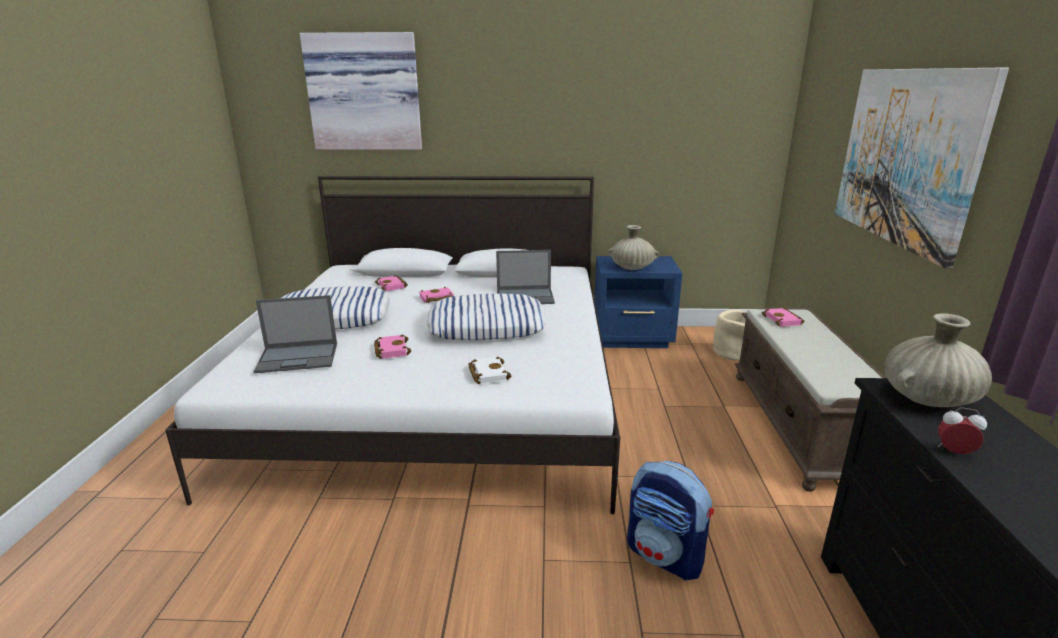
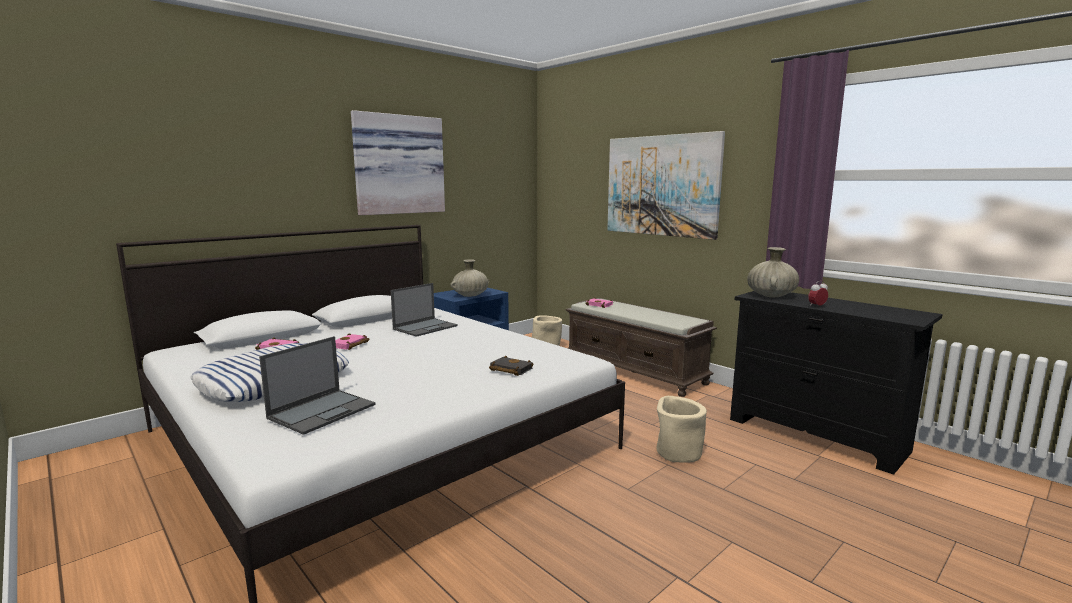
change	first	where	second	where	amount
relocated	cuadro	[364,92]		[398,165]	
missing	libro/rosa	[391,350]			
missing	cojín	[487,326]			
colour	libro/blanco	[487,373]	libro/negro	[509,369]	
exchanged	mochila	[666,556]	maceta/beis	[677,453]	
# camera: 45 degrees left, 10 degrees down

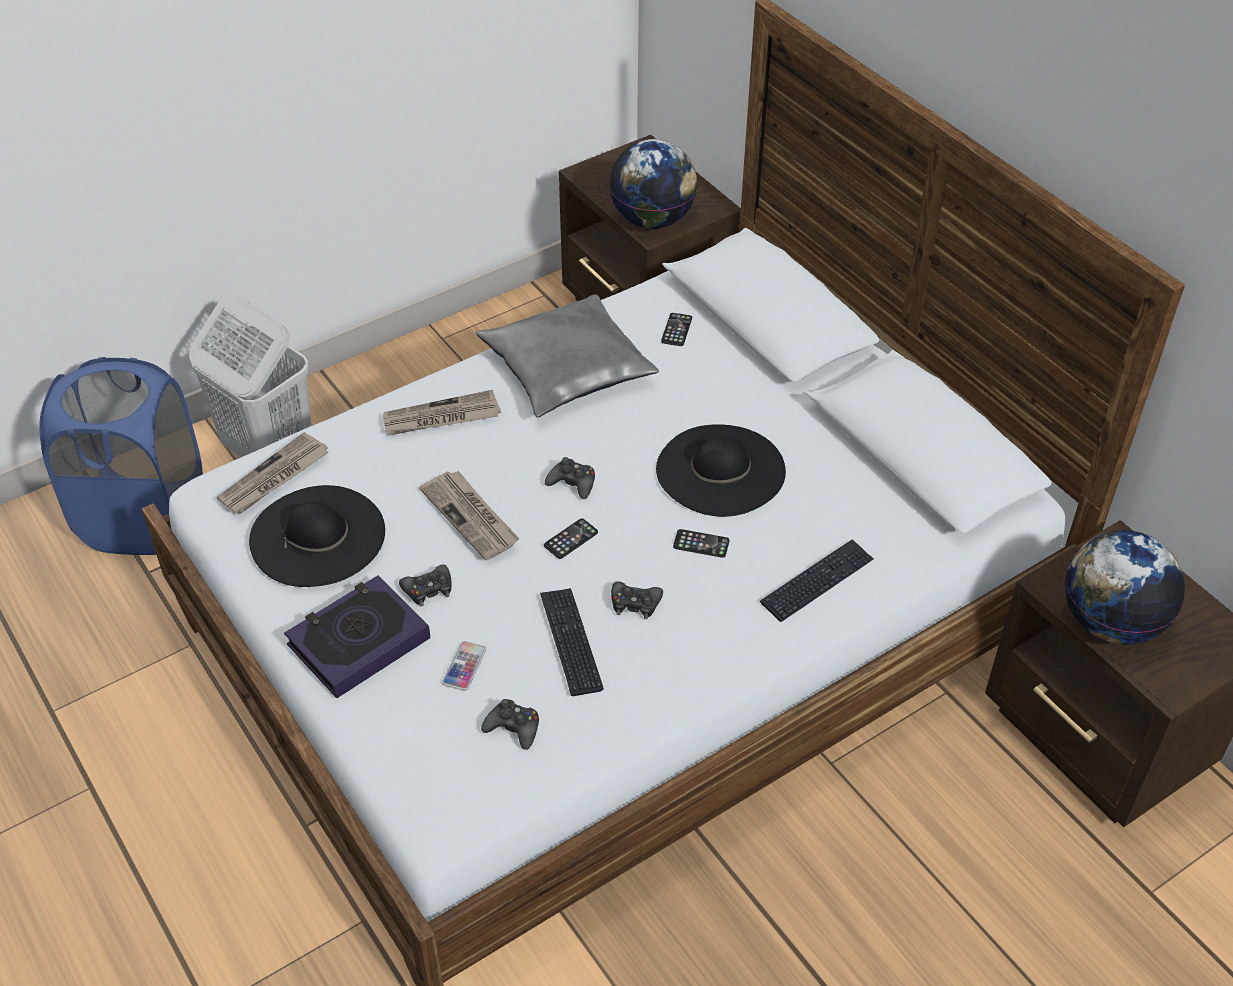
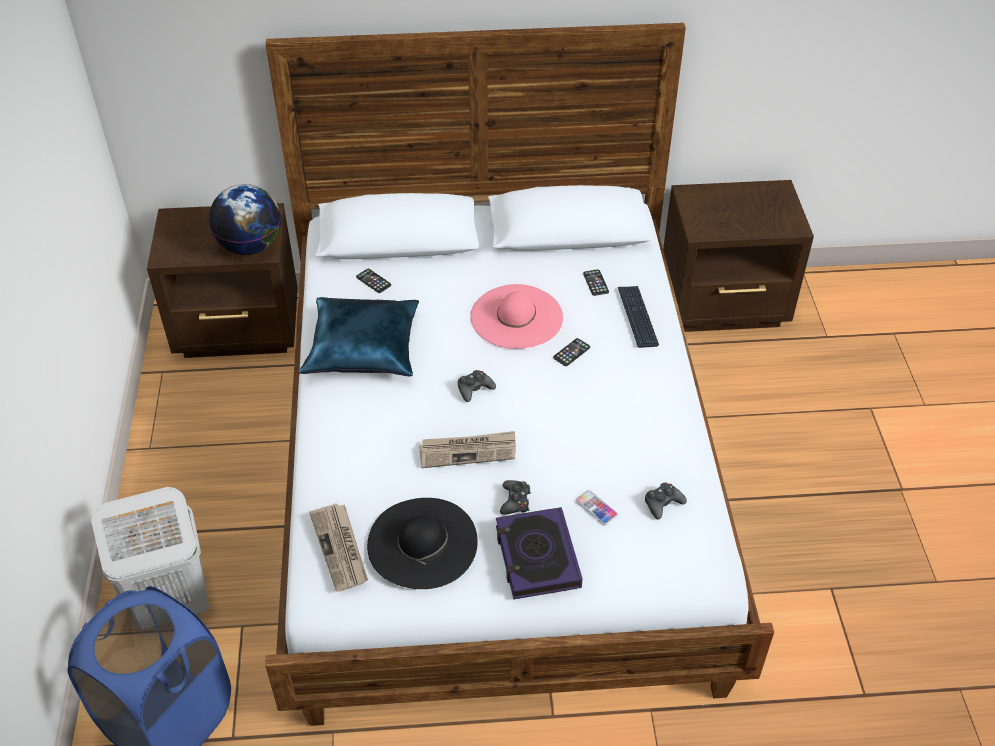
change	first	where	second	where	amount
missing	periódico	[441,418]			
colour	cojín/gris	[568,369]	cojín/azul	[364,348]	
missing	teclado	[570,642]			
relocated	móvil	[571,539]		[595,283]	
missing	mando de consola/negro	[635,603]			
colour	sombrero/negro	[720,470]	sombrero/rosa	[516,317]	
missing	globo terráqueo	[1110,622]			
# camera: 60 degrees left, 0 degrees up

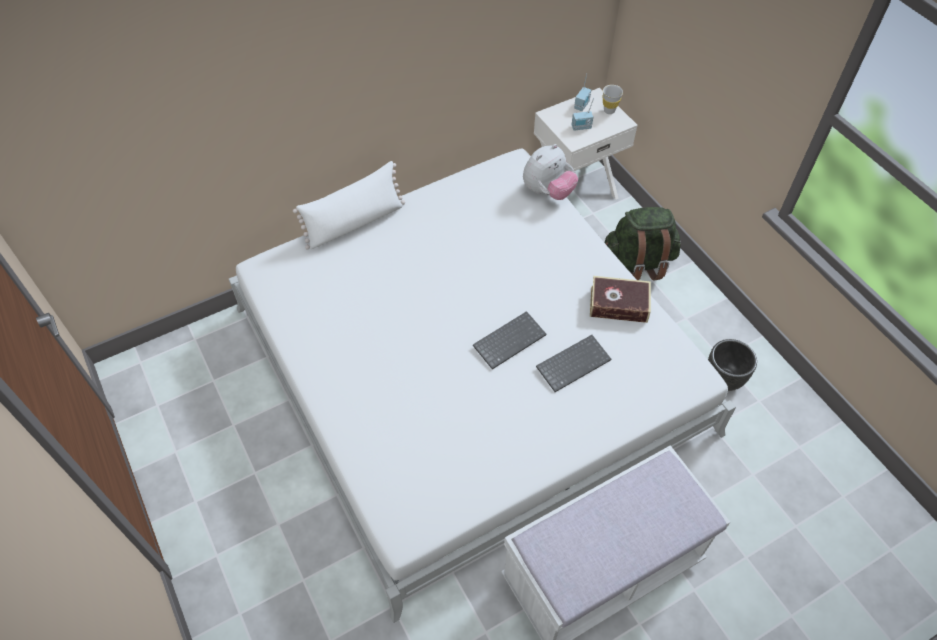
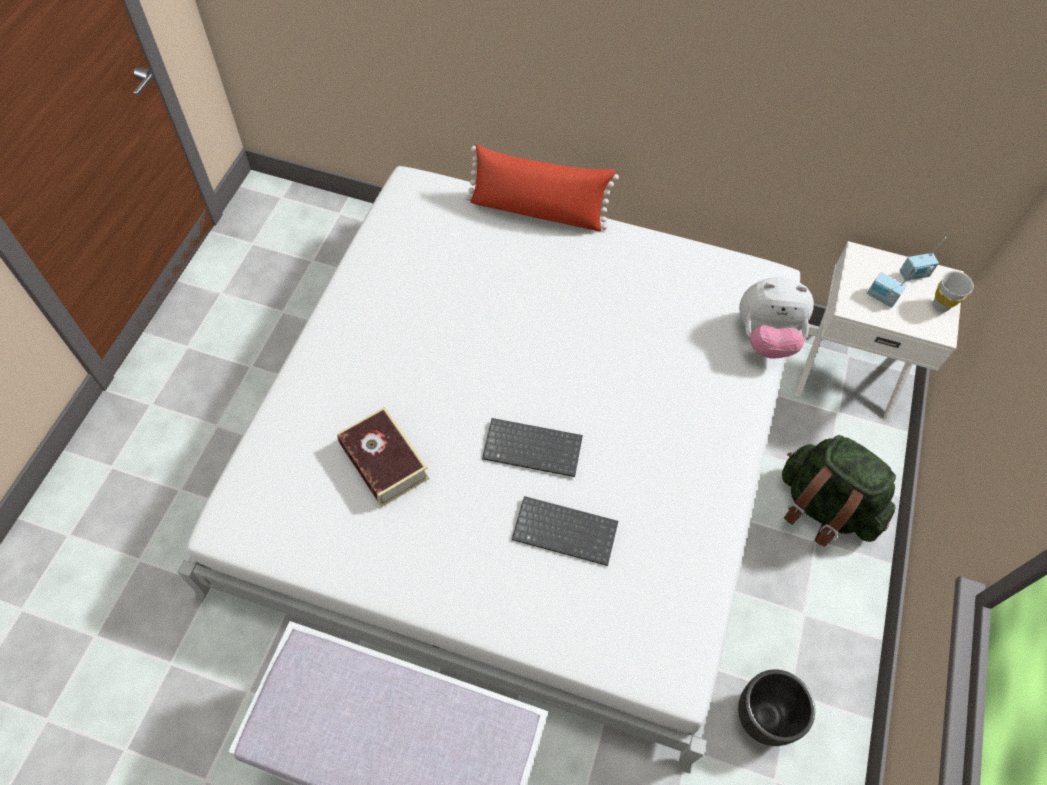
change	first	where	second	where	amount
colour	cojín/blanco	[355,223]	cojín/rojo	[537,211]	
relocated	libro	[618,304]		[384,462]	
# camera: 45 degrees right, 5 degrees up

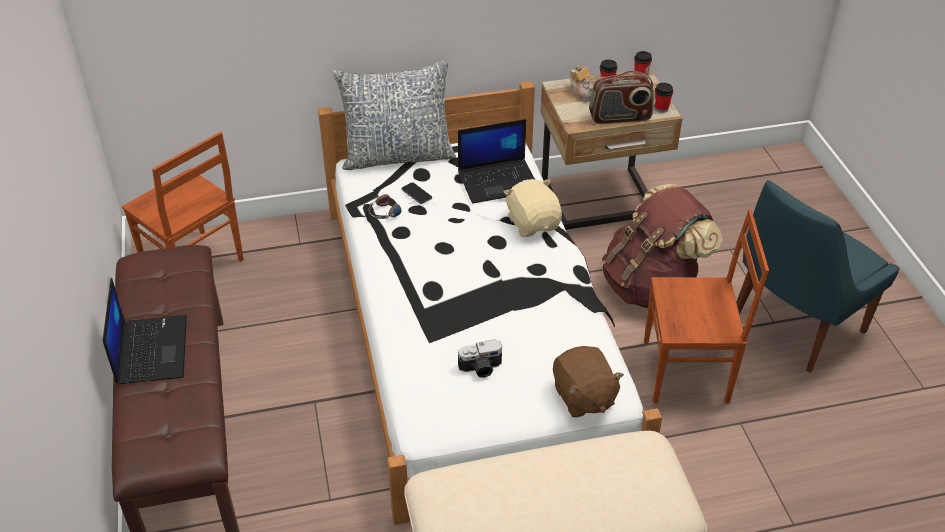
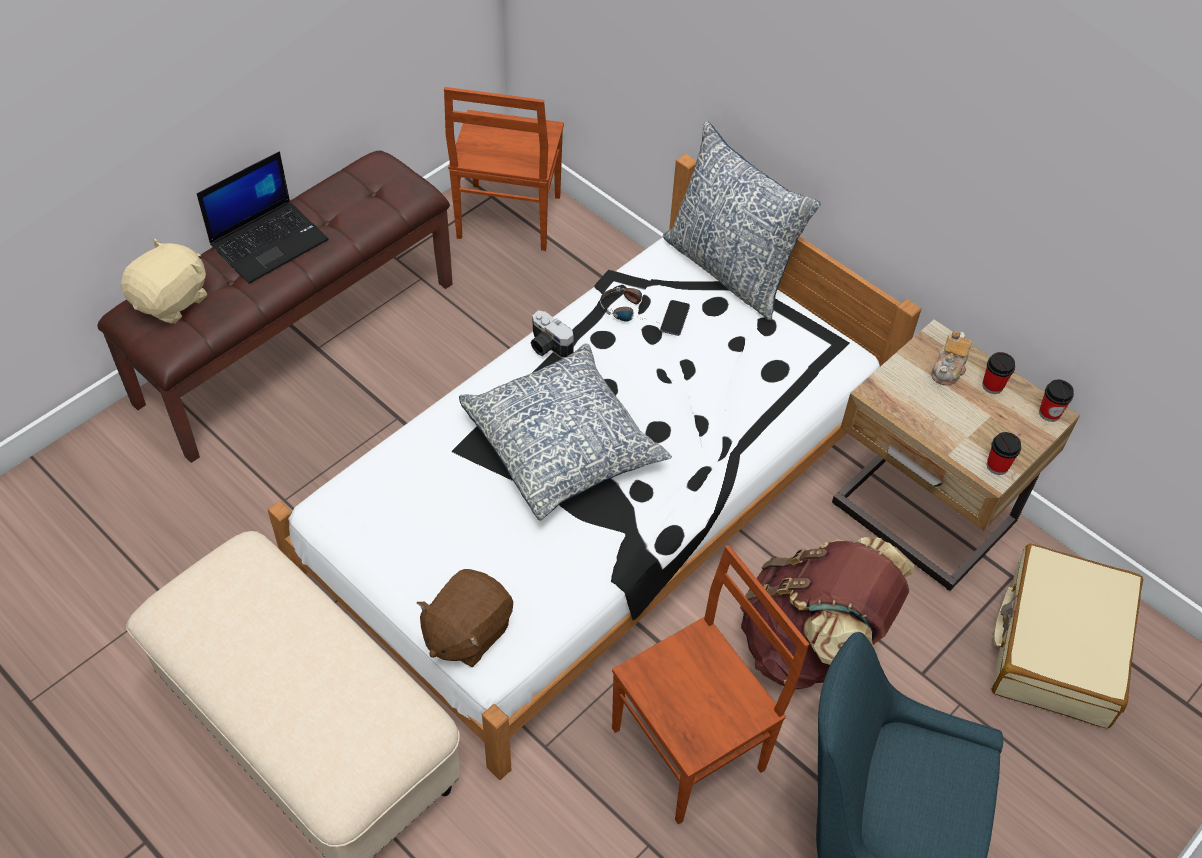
change	first	where	second	where	amount
missing	portátil	[499,181]			
relocated	cámara	[481,368]		[547,346]	
relocated	peluche/beis	[533,223]		[172,301]	
missing	radio	[620,117]			
spun	silla/marrón	[687,372]		[691,749]	90 degrees counterclockwise
appeared			cojín	[563,445]	
appeared			maleta/beis	[1058,647]	
# camera: 55 degrees right, 10 degrees up

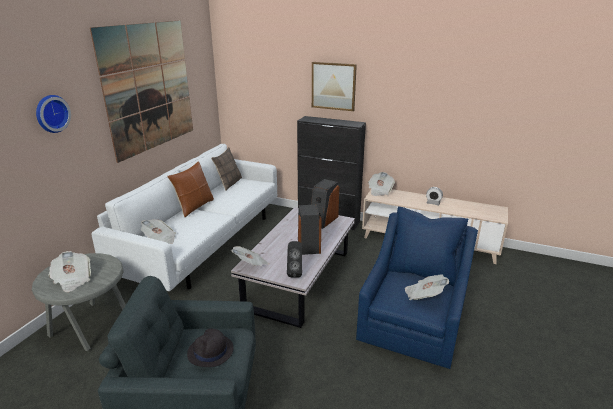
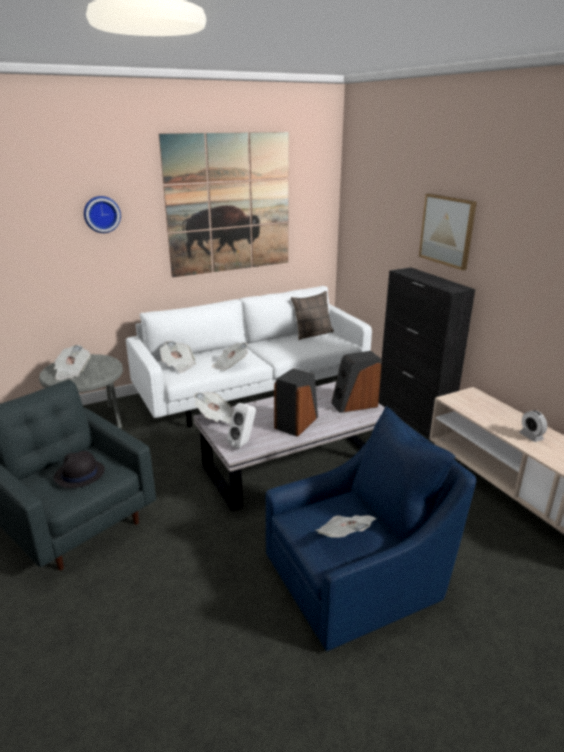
change	first	where	second	where	amount
missing	cojín/marrón	[194,207]			
colour	altavoz/negro	[295,272]	altavoz/blanco	[243,443]	
relocated	periódico	[379,191]		[230,365]	
# camera: 40 degrees right, 0 degrees up

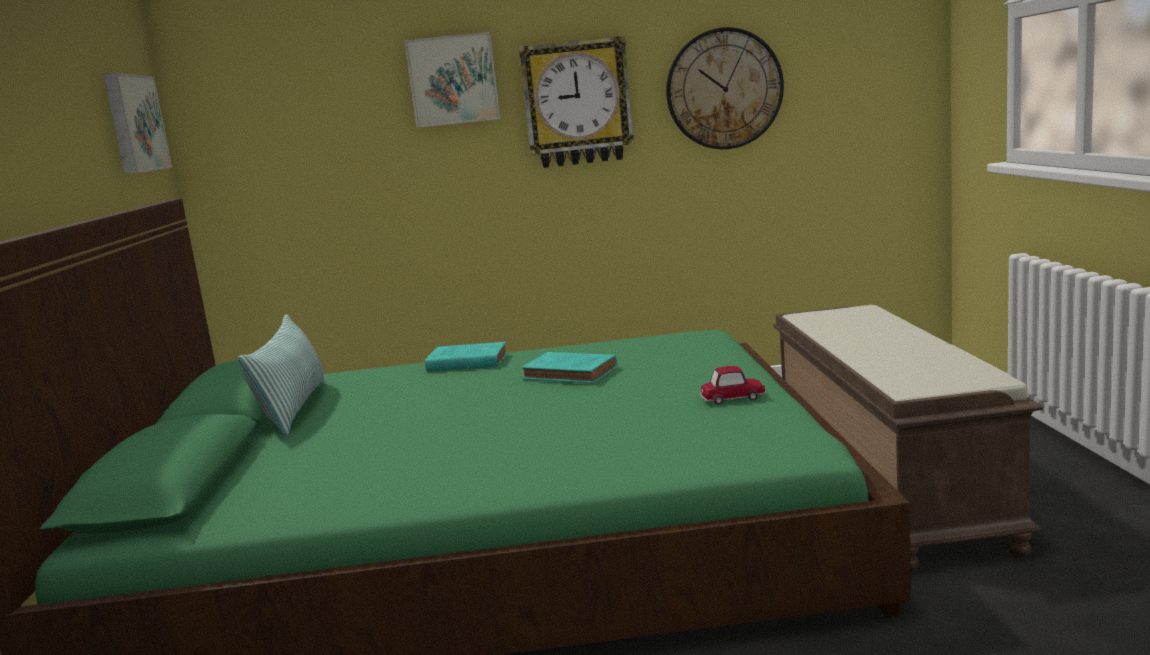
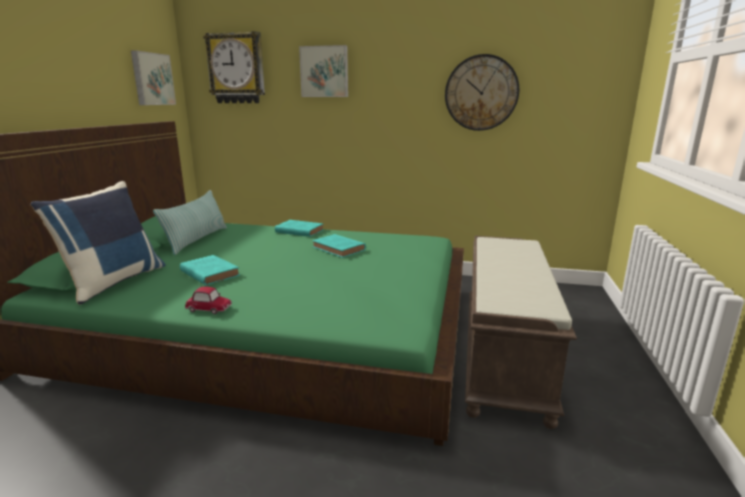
change	first	where	second	where	amount
relocated	reloj de pared	[577,103]		[236,69]	
relocated	coche de juguete	[732,398]		[209,308]	
appeared			cojín/azul	[113,281]	
appeared			libro/turquesa	[209,273]	
# camera: 15 degrees right, 5 degrees up

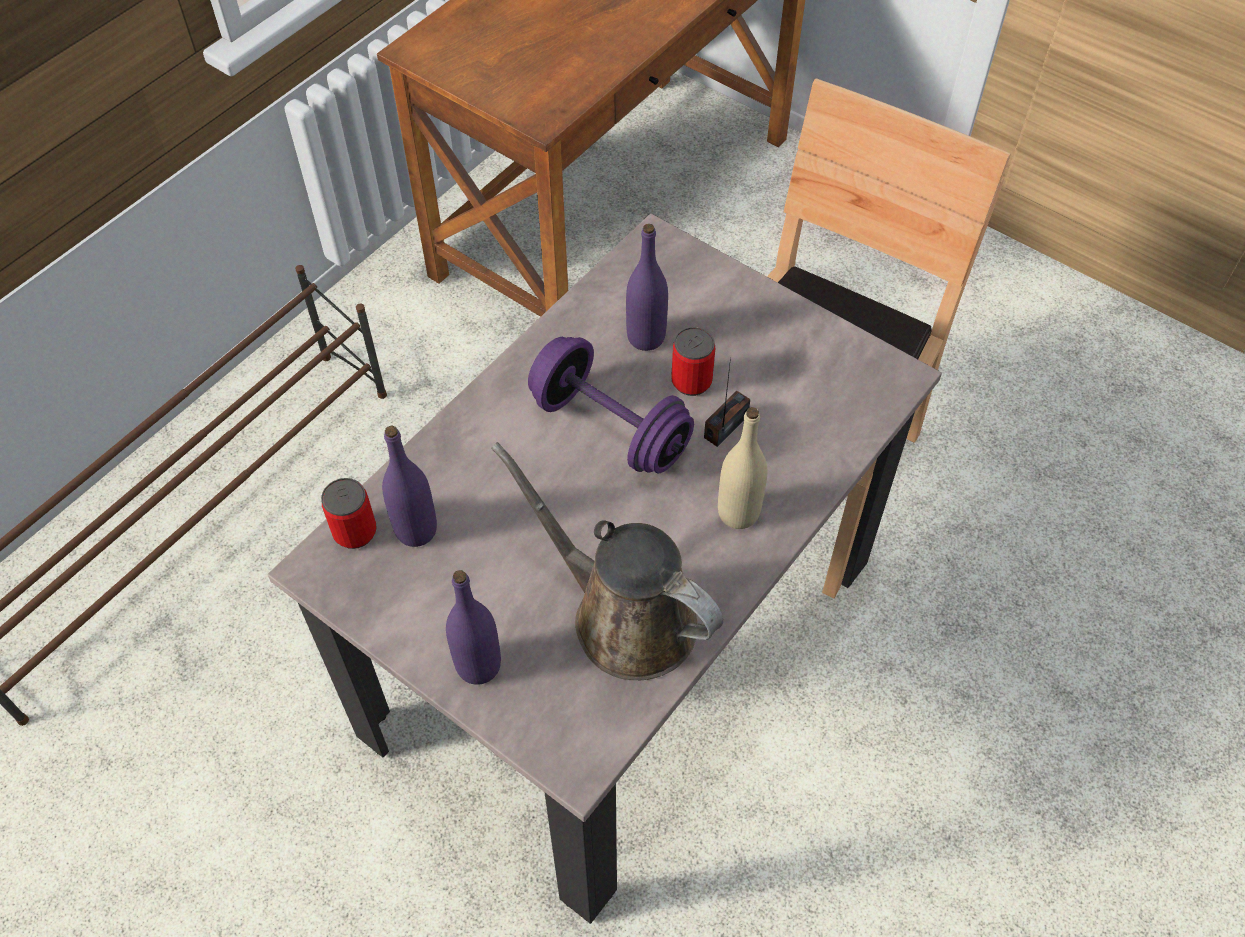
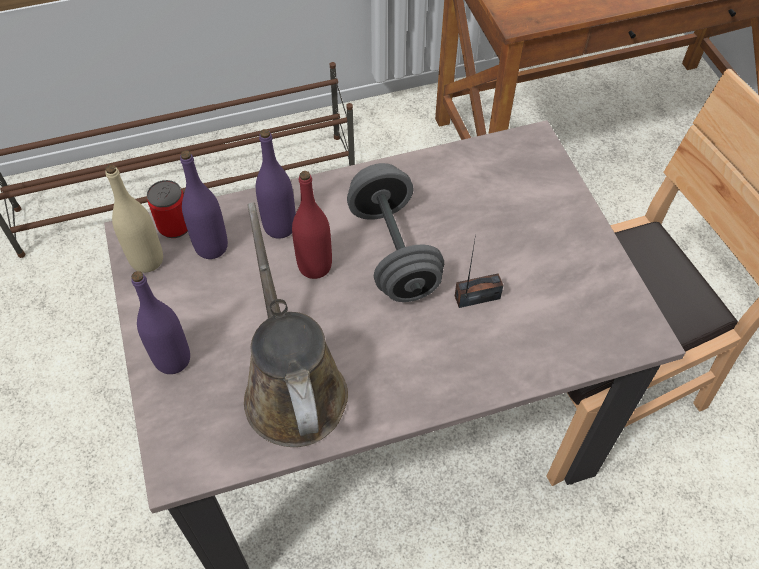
change	first	where	second	where	amount
colour	mancuerna/morado	[610,428]	mancuerna/gris	[393,252]	
relocated	botella/morado	[646,337]		[280,227]	
missing	lata	[691,381]			
relocated	botella/beis	[738,513]		[147,260]	
appeared			botella/rojo	[315,266]	
# camera: 35 degrees right, 0 degrees up

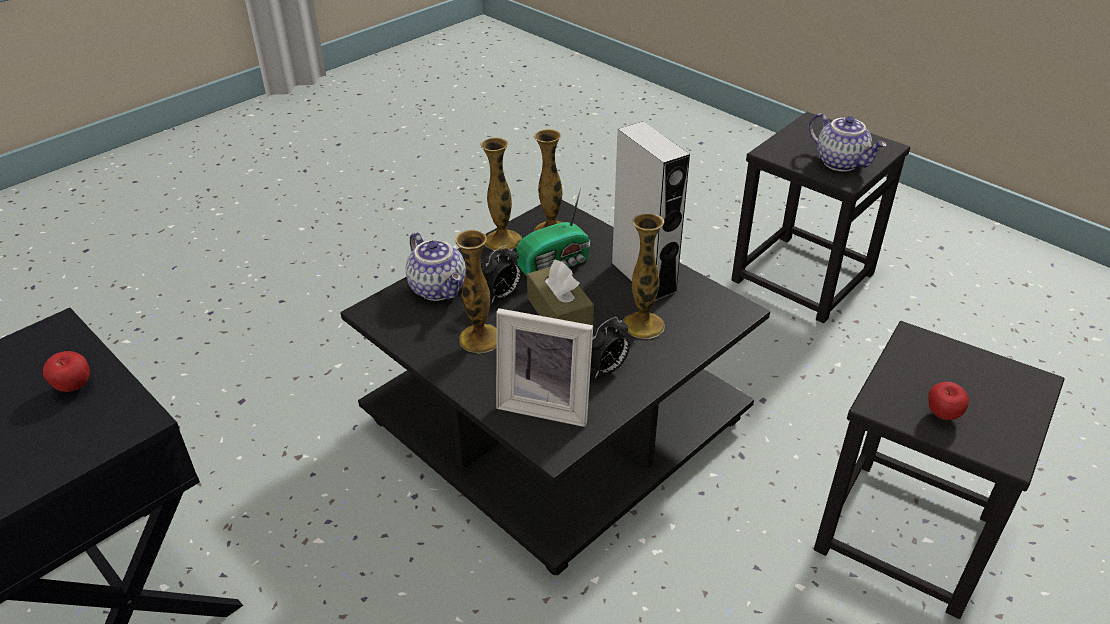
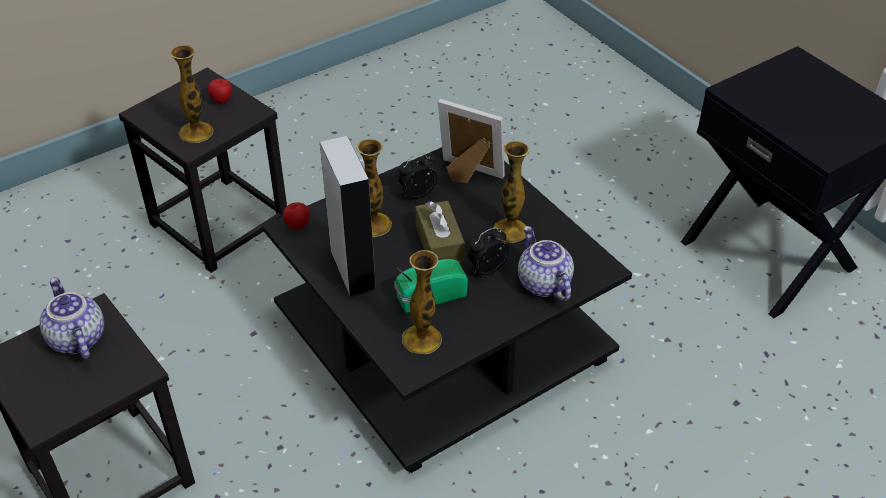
change	first	where	second	where	amount
relocated	manzana	[74,388]		[297,226]	
relocated	florero	[503,240]		[196,132]	
# camera: 170 degrees left, 5 degrees up

